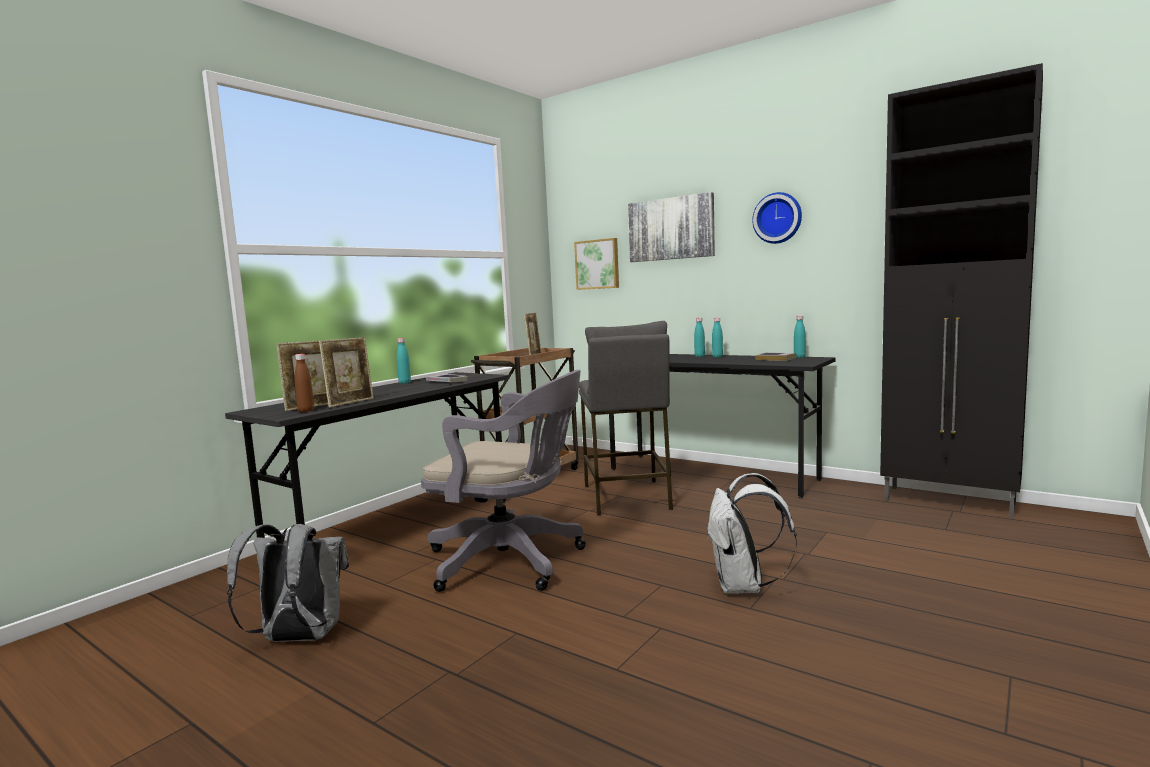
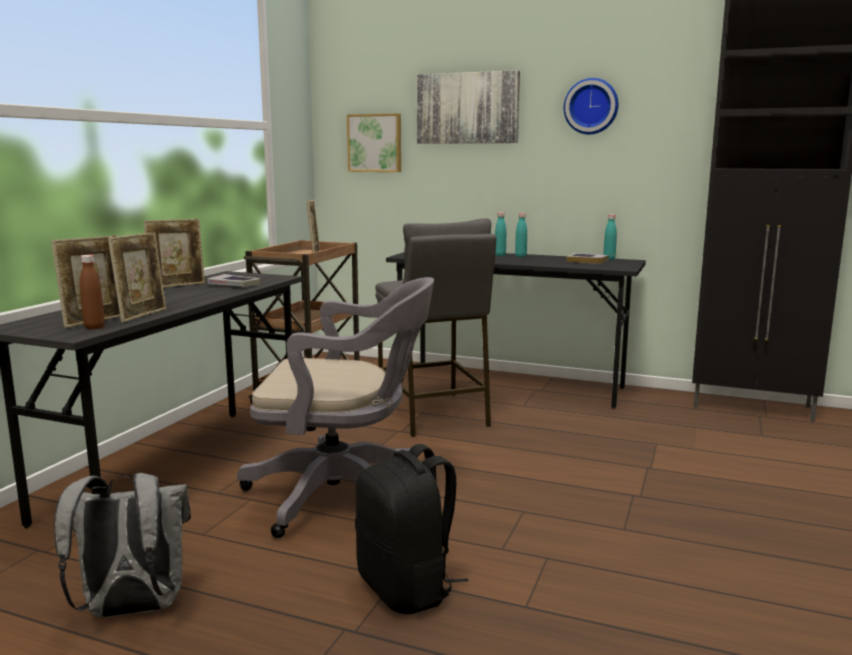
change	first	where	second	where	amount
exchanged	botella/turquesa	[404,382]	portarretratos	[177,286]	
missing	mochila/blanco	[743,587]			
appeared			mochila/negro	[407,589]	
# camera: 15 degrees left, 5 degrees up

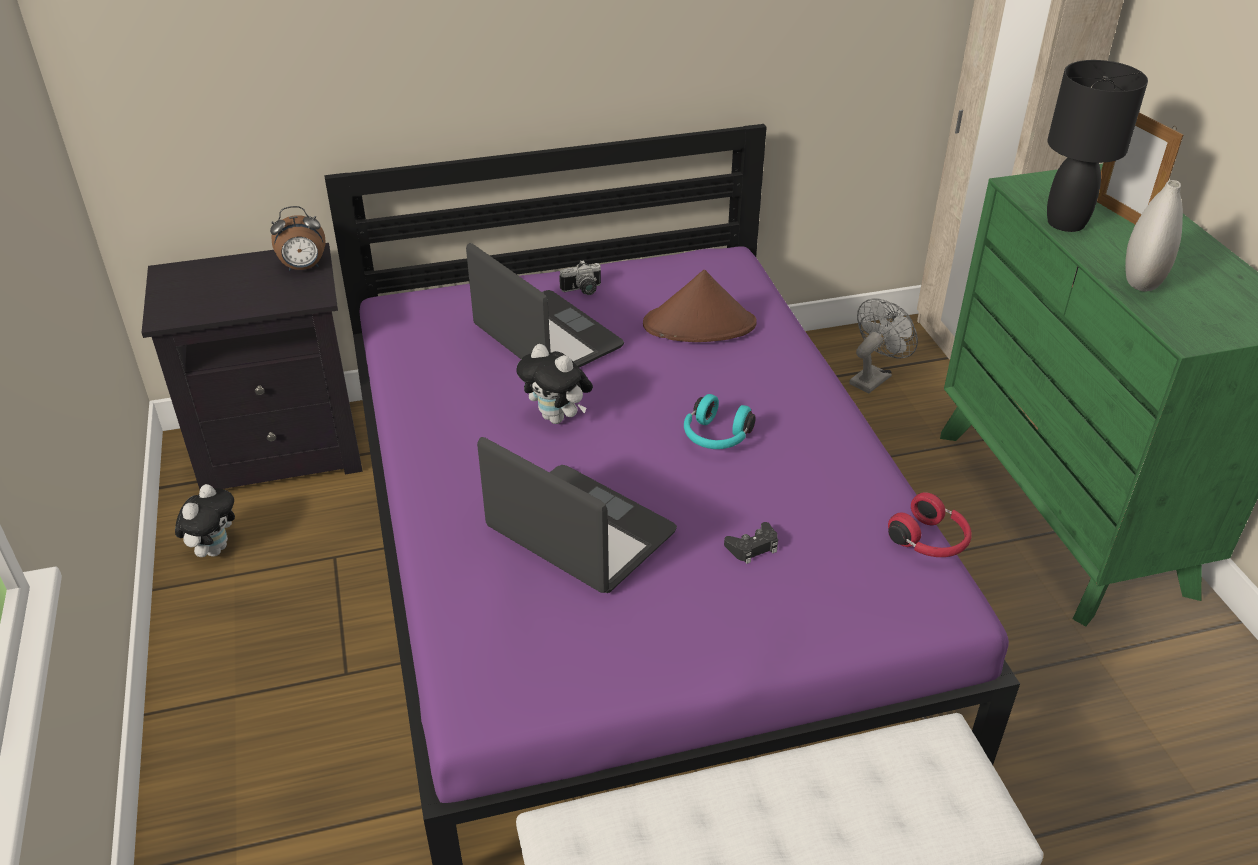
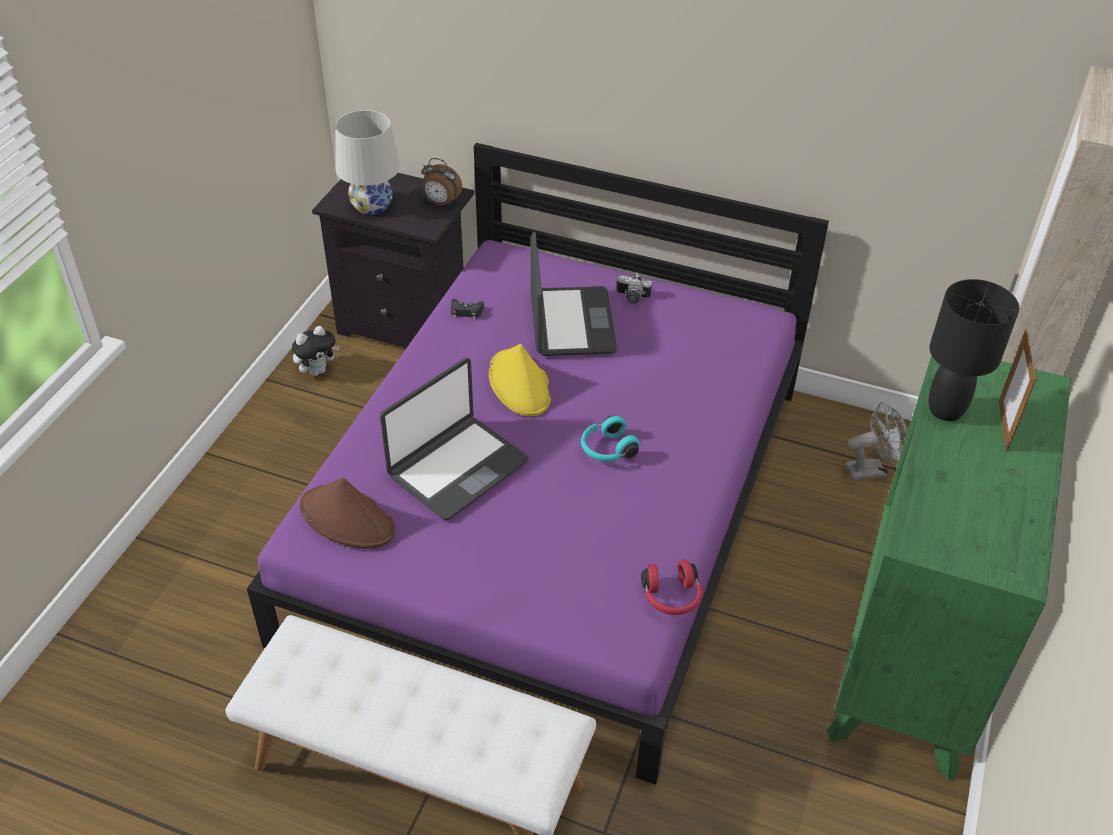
change	first	where	second	where	amount
spun	portátil	[579,532]		[457,468]	60 degrees clockwise
exchanged	peluche	[558,418]	sombrero/amarillo	[520,384]	
relocated	sombrero/marrón	[700,325]		[348,519]	
relocated	mando de consola/negro	[753,547]		[466,312]	
missing	florero/blanco	[1142,279]			
appeared			lámpara de mesa/blanco	[371,205]	
# camera: 35 degrees right, 5 degrees up

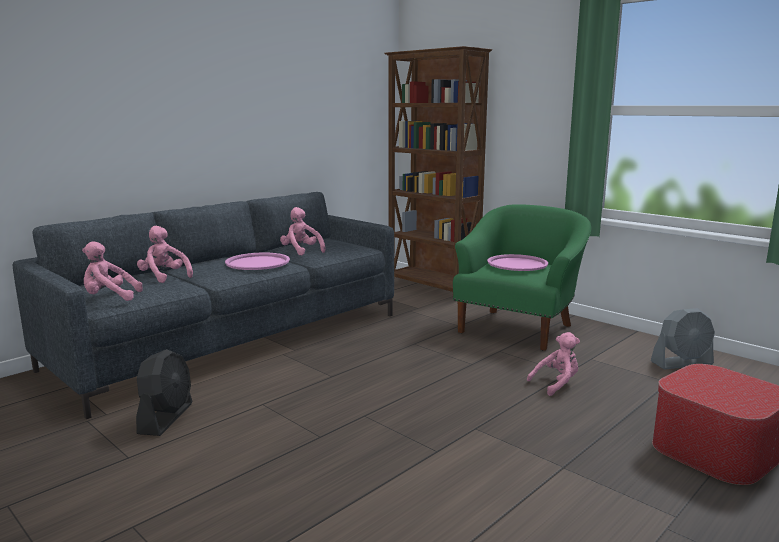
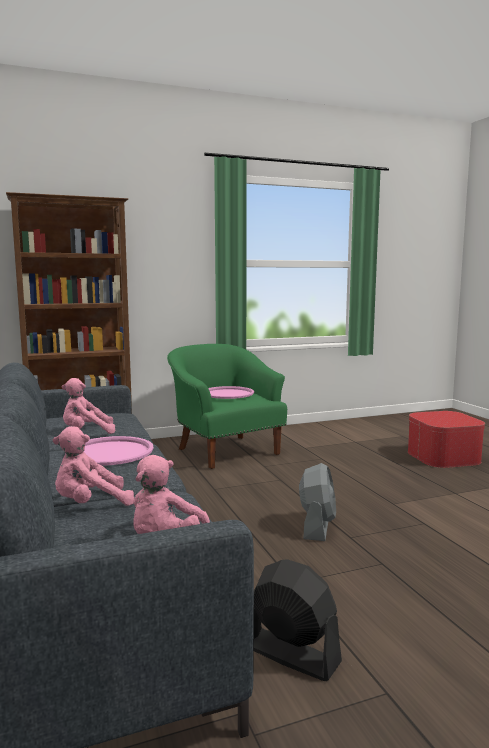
change	first	where	second	where	amount
missing	peluche/rosa	[556,384]			
relocated	ventilador/gris	[682,363]		[317,526]	
# camera: 65 degrees left, 5 degrees down

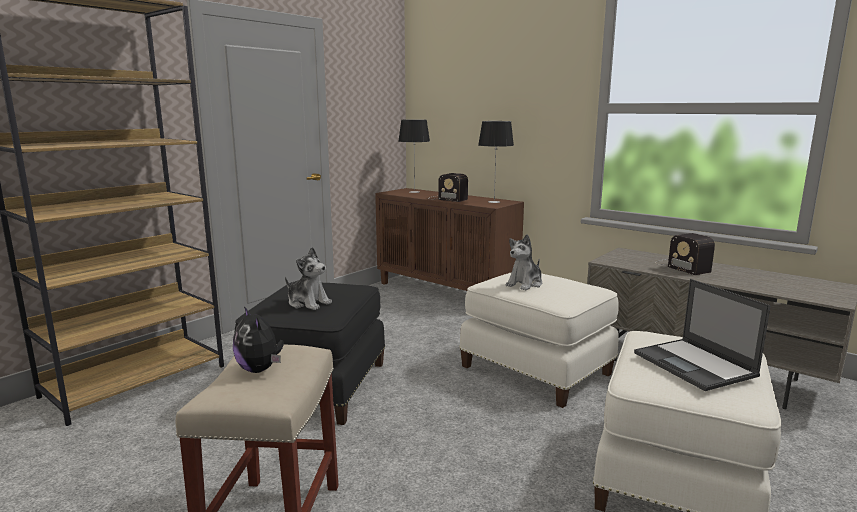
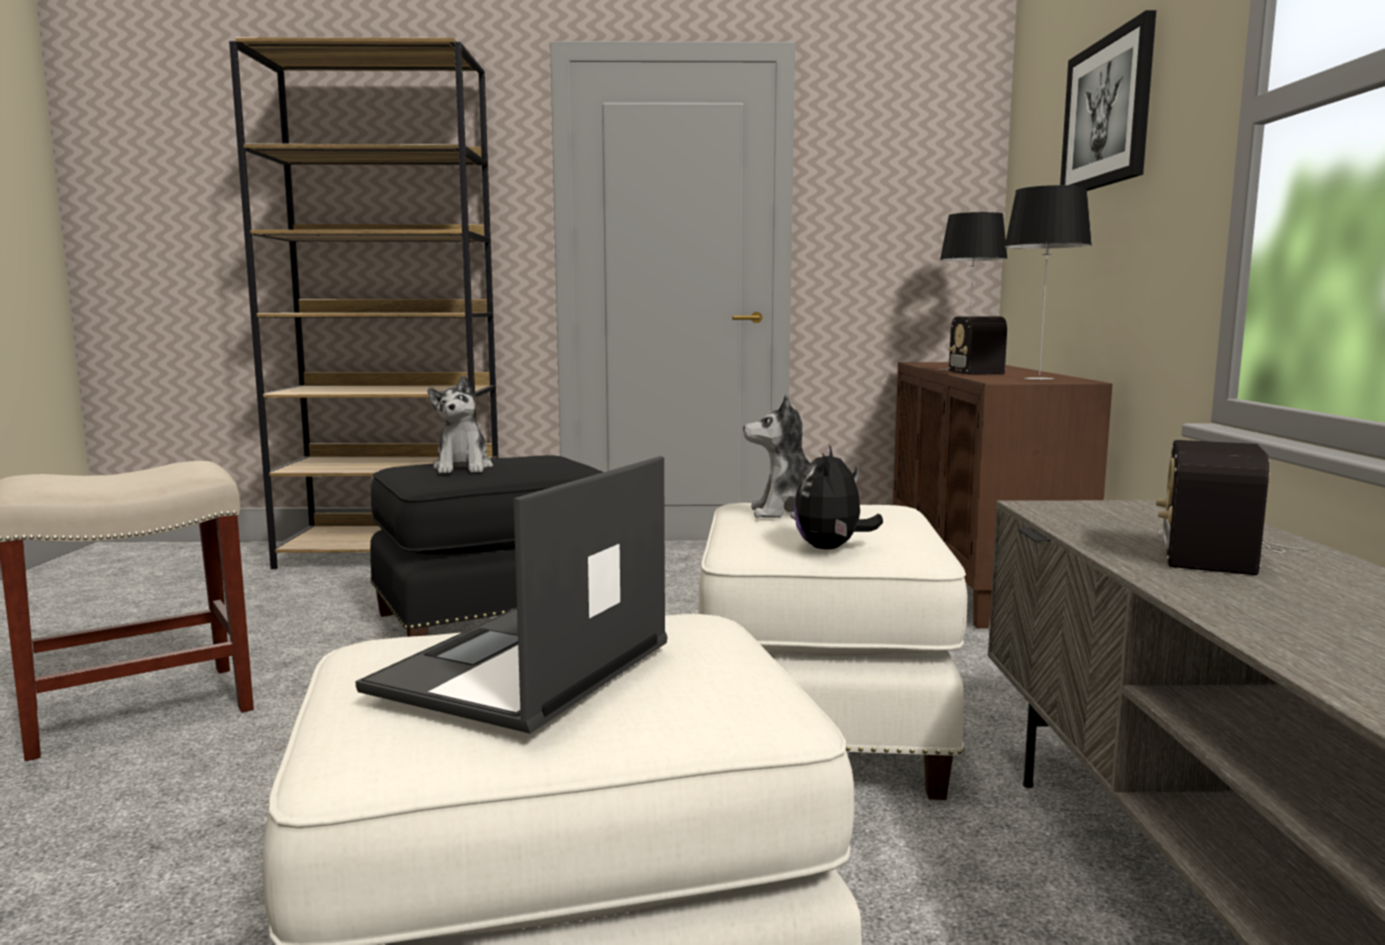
change	first	where	second	where	amount
relocated	peluche	[260,369]		[831,548]	
appeared			cuadro	[1107,113]	
# camera: 50 degrees right, 5 degrees down

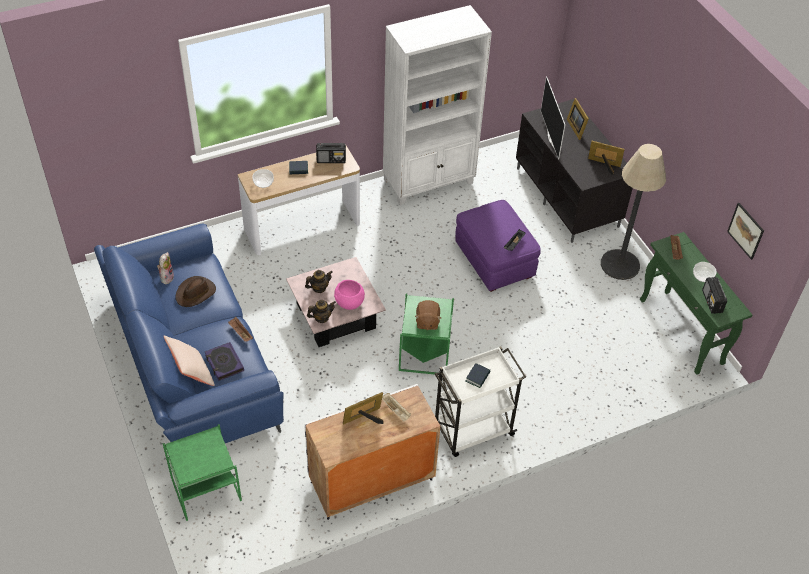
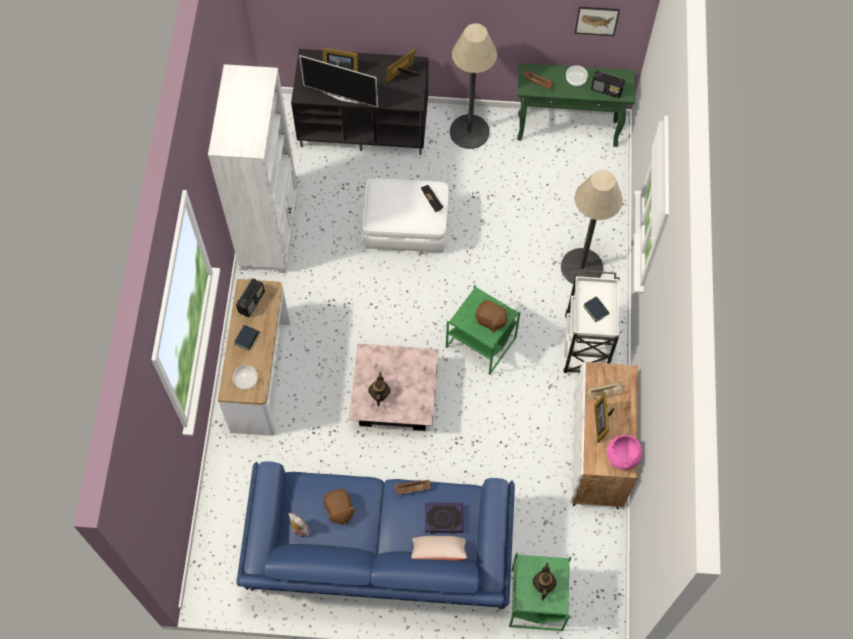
change	first	where	second	where	amount
exchanged	sombrero/marrón	[196,293]	peluche/marrón	[339,510]	
relocated	tetera	[321,318]		[543,585]	
relocated	cuenco/rosa	[348,302]		[622,457]	
colour	puf/morado	[494,261]	puf/blanco	[406,229]	
appeared			lámpara de pie	[581,267]	
# camera: 60 degrees left, 15 degrees up

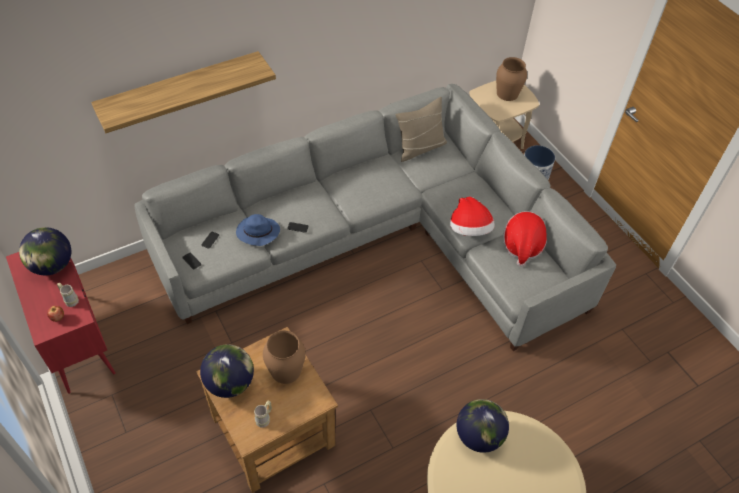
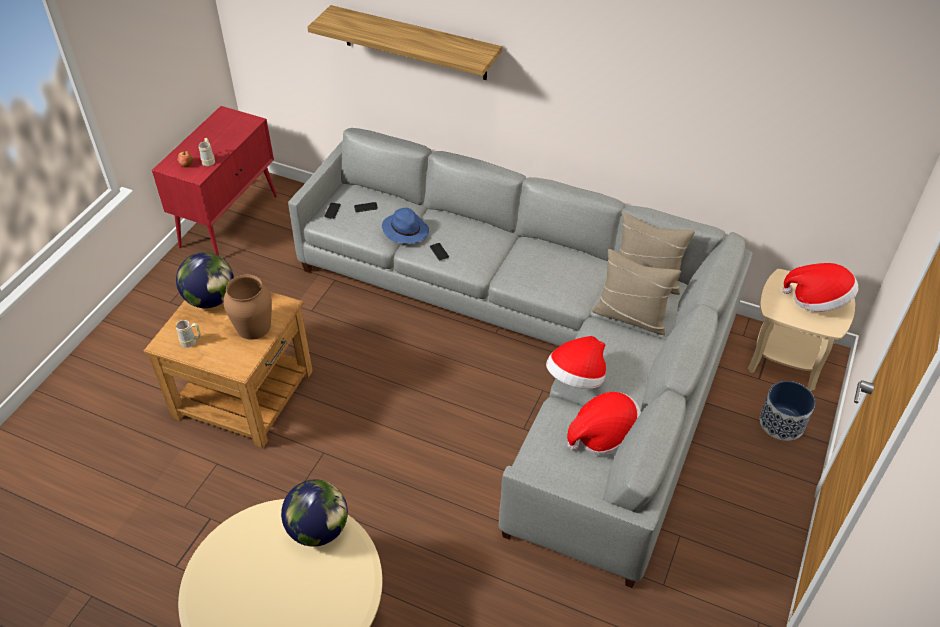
change	first	where	second	where	amount
missing	globo terráqueo	[52,265]			
exchanged	florero/marrón	[507,93]	sombrero	[817,301]	
appeared			cojín/beis	[631,317]	
# camera: 55 degrees right, 5 degrees down

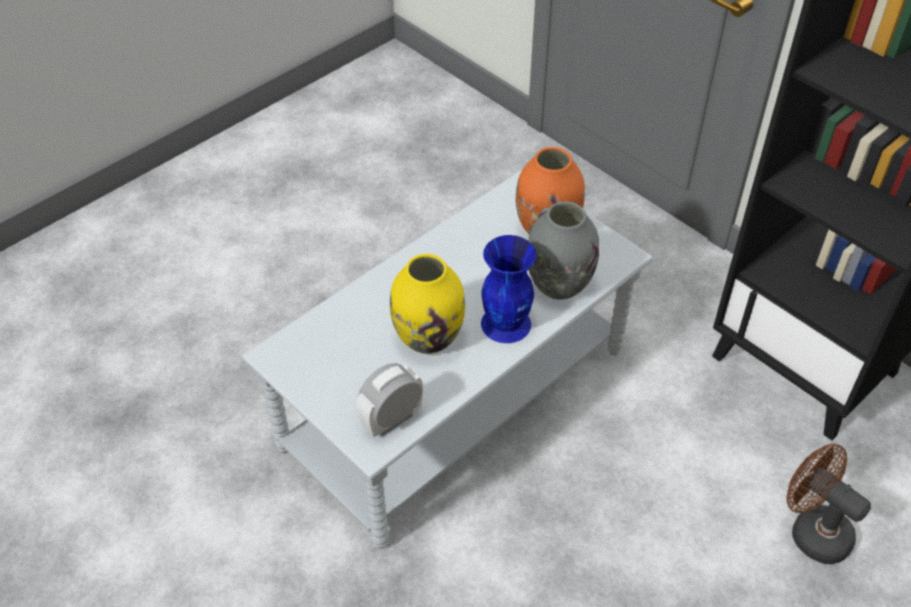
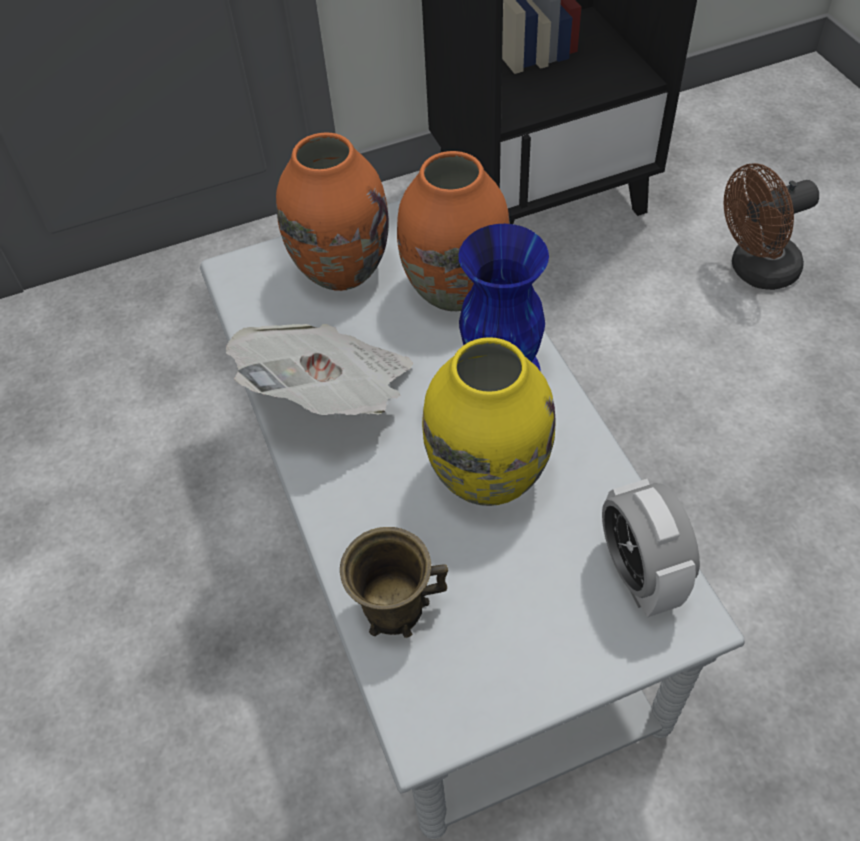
change	first	where	second	where	amount
colour	florero/gris	[558,284]	florero/naranja	[454,290]	
appeared			periódico	[332,395]	
appeared			taza grande/marrón	[393,606]	
# camera: 65 degrees left, 5 degrees up

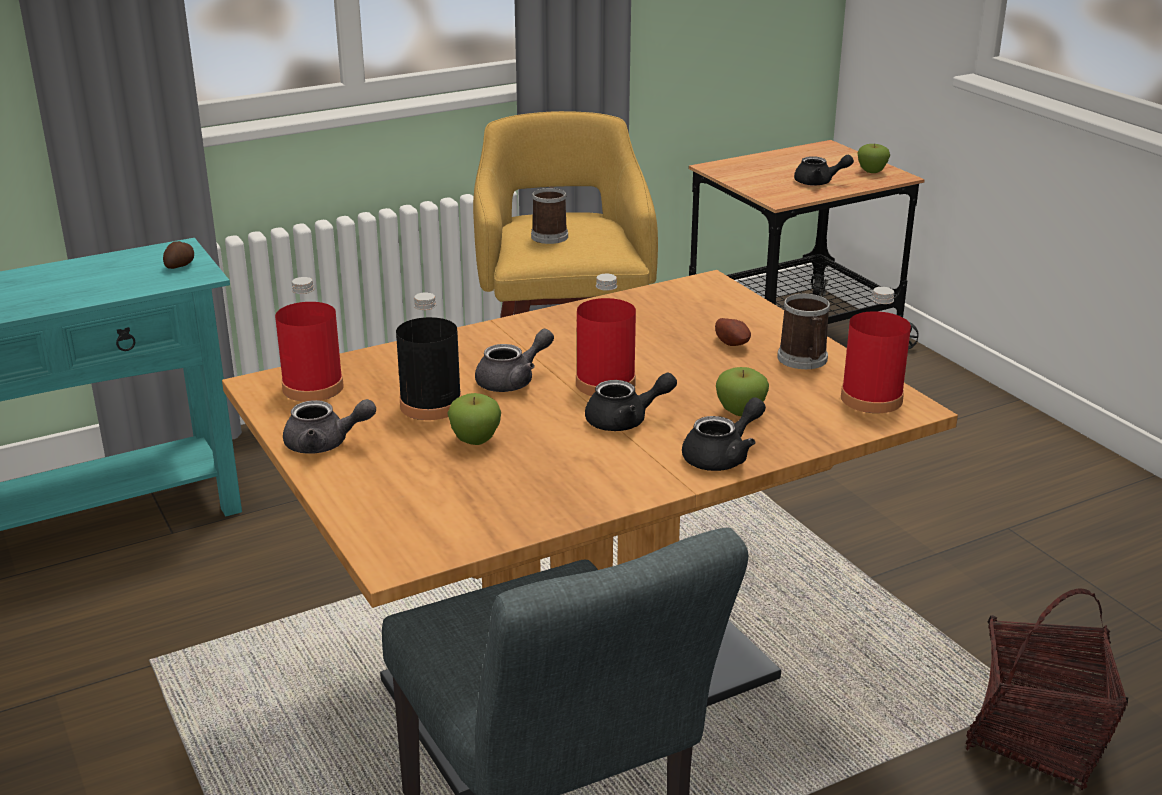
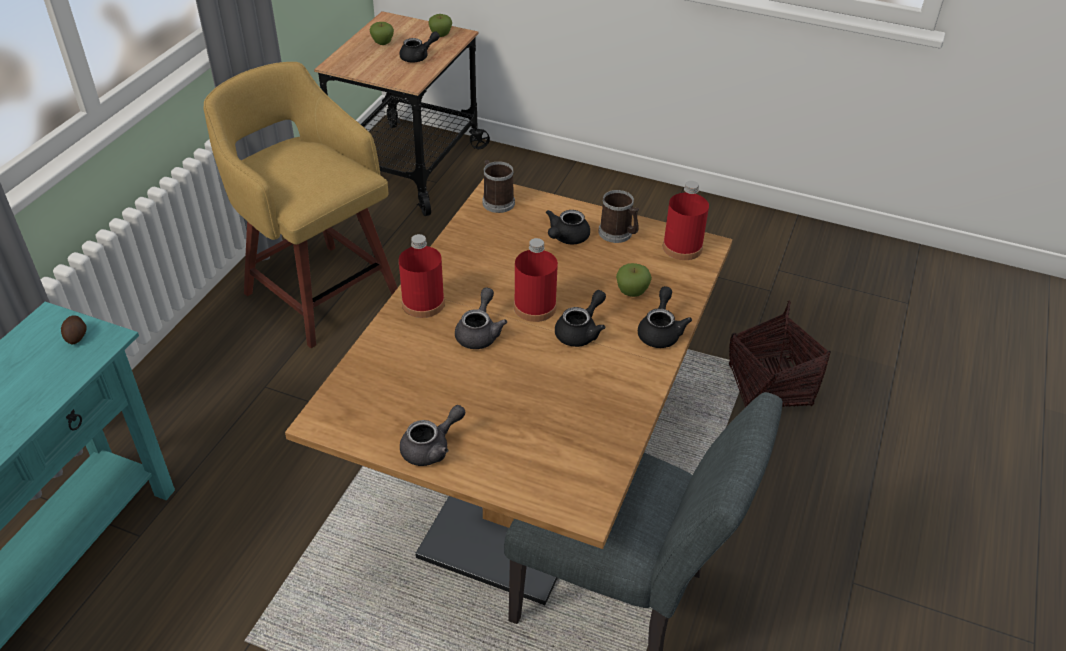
change	first	where	second	where	amount
relocated	botella/rojo	[313,387]		[423,303]	
missing	botella/negro	[431,405]			
relocated	manzana	[475,440]		[382,43]	
relocated	taza grande	[550,235]		[496,201]	
exchanged	patata	[732,343]	tetera/negro	[566,238]	
# camera: 40 degrees left, 15 degrees up

